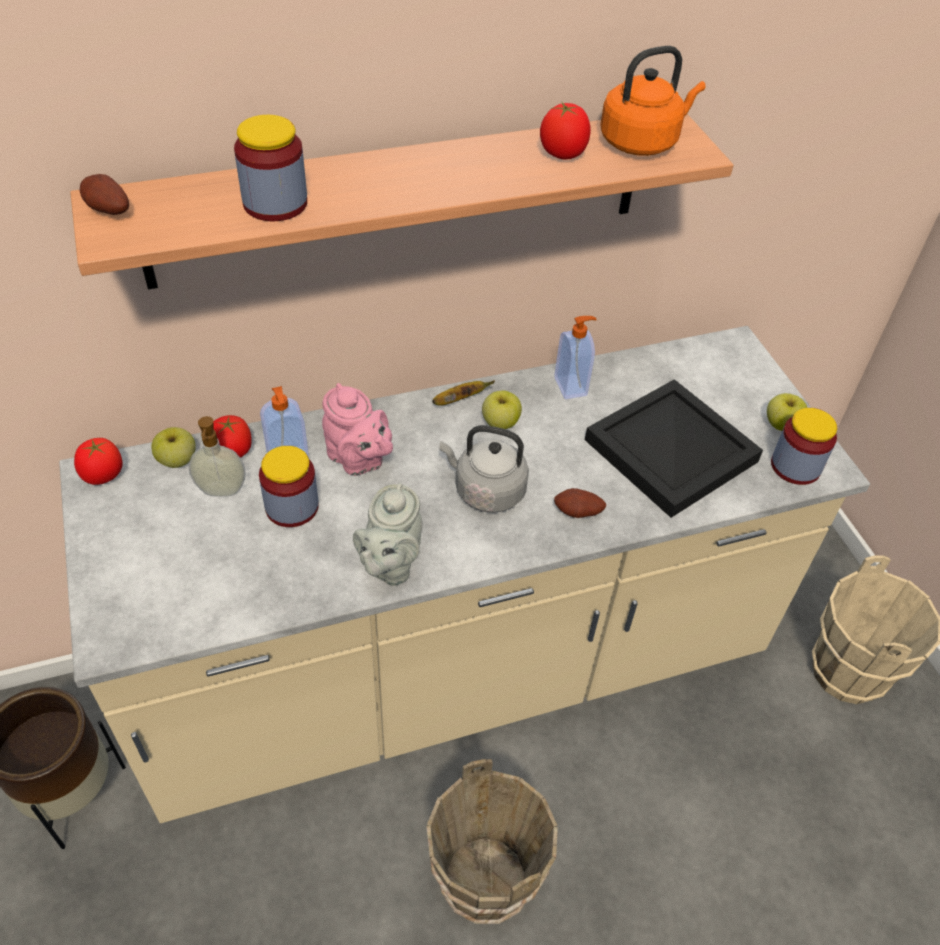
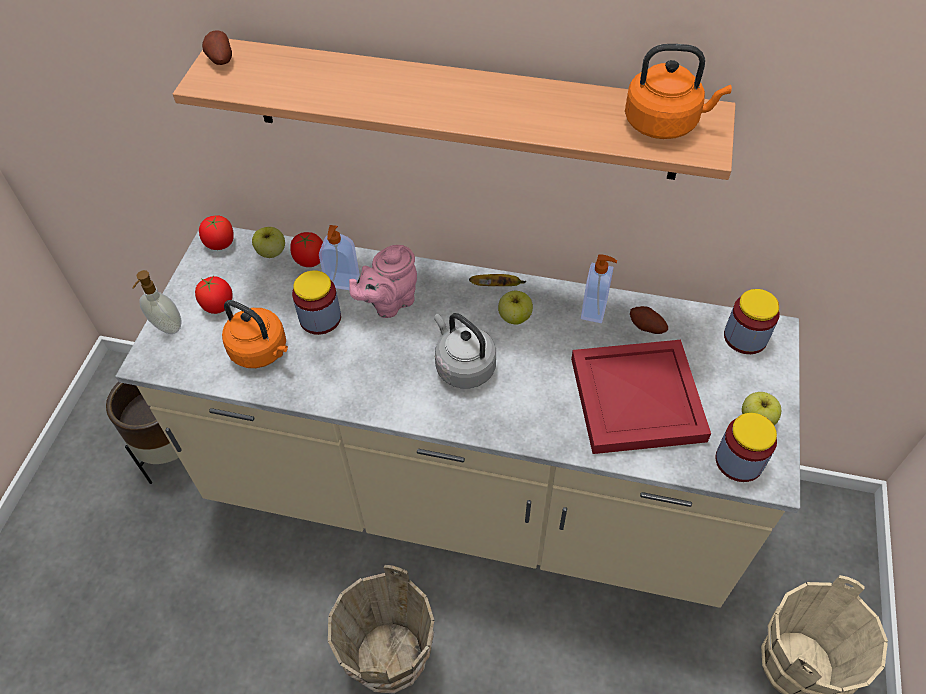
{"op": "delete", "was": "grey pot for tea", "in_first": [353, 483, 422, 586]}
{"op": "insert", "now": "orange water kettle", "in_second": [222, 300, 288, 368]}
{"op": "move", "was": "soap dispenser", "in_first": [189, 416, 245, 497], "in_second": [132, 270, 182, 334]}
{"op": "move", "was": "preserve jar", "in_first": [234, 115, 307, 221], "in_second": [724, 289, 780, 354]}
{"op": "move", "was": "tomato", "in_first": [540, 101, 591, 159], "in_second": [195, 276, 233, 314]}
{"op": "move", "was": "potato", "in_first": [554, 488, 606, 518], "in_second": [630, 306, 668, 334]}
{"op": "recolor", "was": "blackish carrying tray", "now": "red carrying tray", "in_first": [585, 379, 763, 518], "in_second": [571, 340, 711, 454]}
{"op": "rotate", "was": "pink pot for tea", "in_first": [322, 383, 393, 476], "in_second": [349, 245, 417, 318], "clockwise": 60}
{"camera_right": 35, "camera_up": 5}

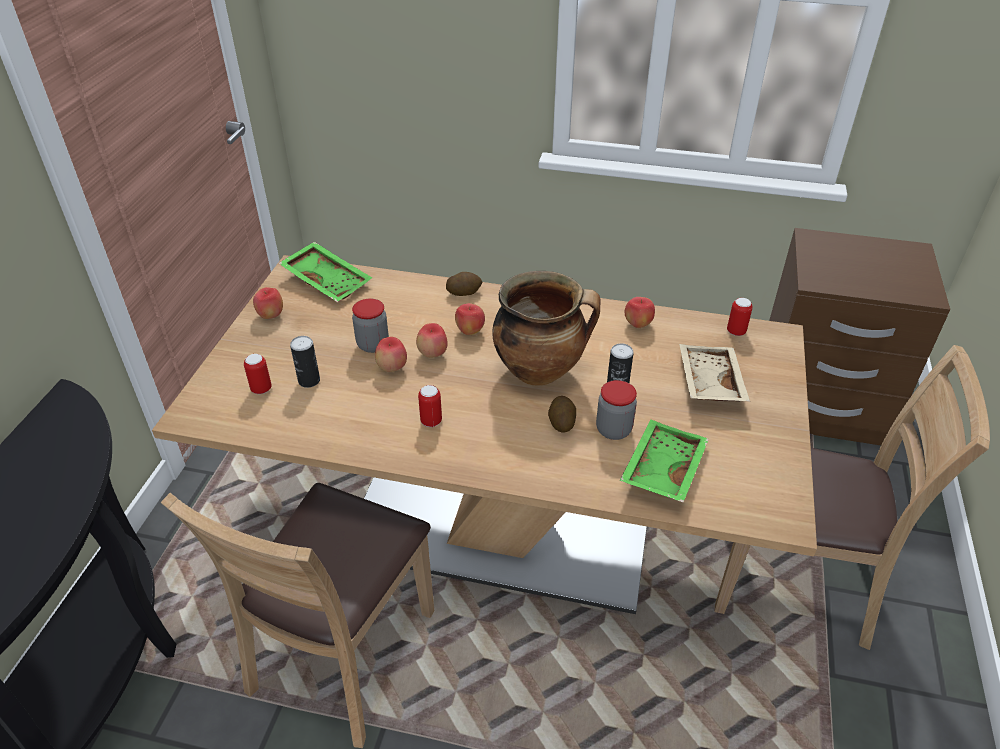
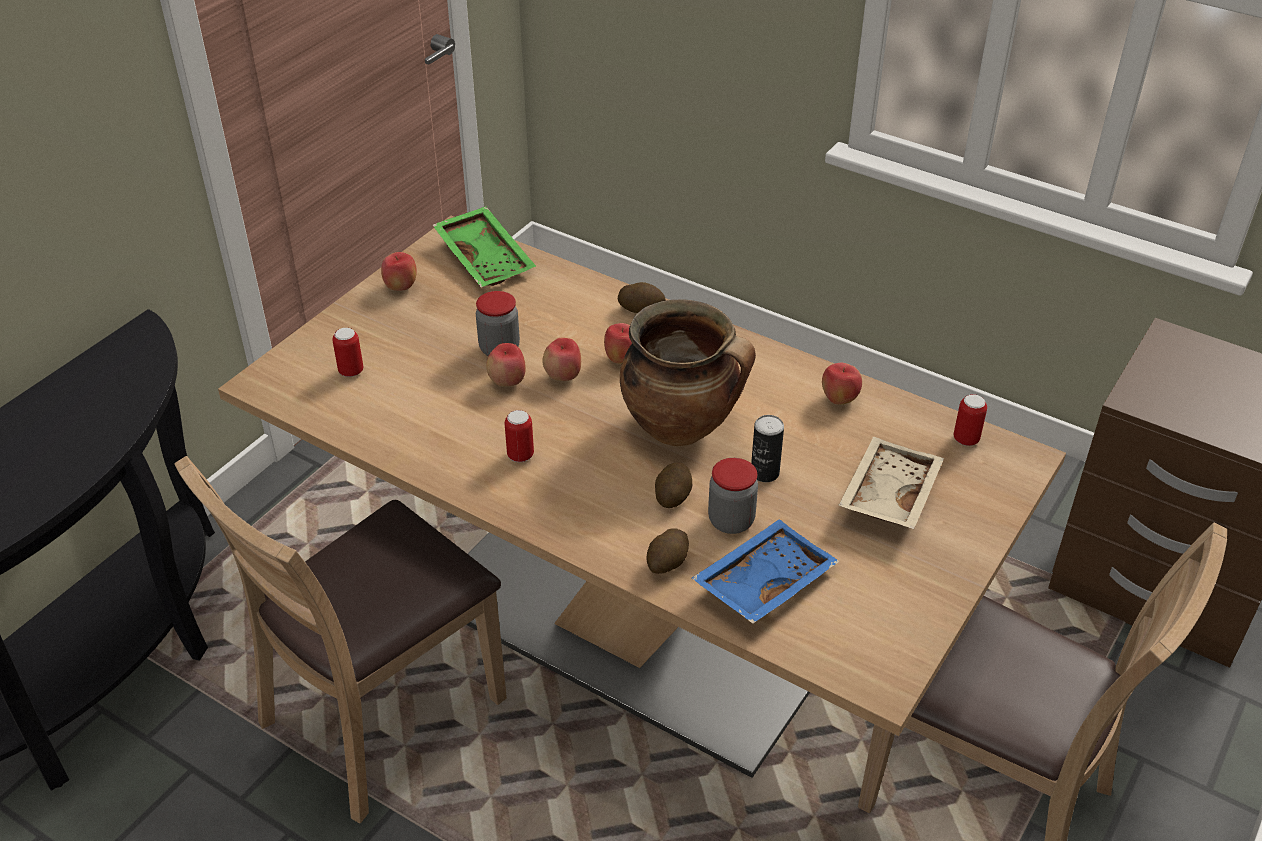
{"op": "delete", "was": "can", "in_first": [290, 336, 320, 388]}
{"op": "insert", "now": "potato", "in_second": [647, 528, 689, 574]}
{"op": "recolor", "was": "greenish carrying tray", "now": "bluish carrying tray", "in_first": [620, 420, 709, 502], "in_second": [692, 519, 840, 624]}
{"camera_right": 20, "camera_up": 0}

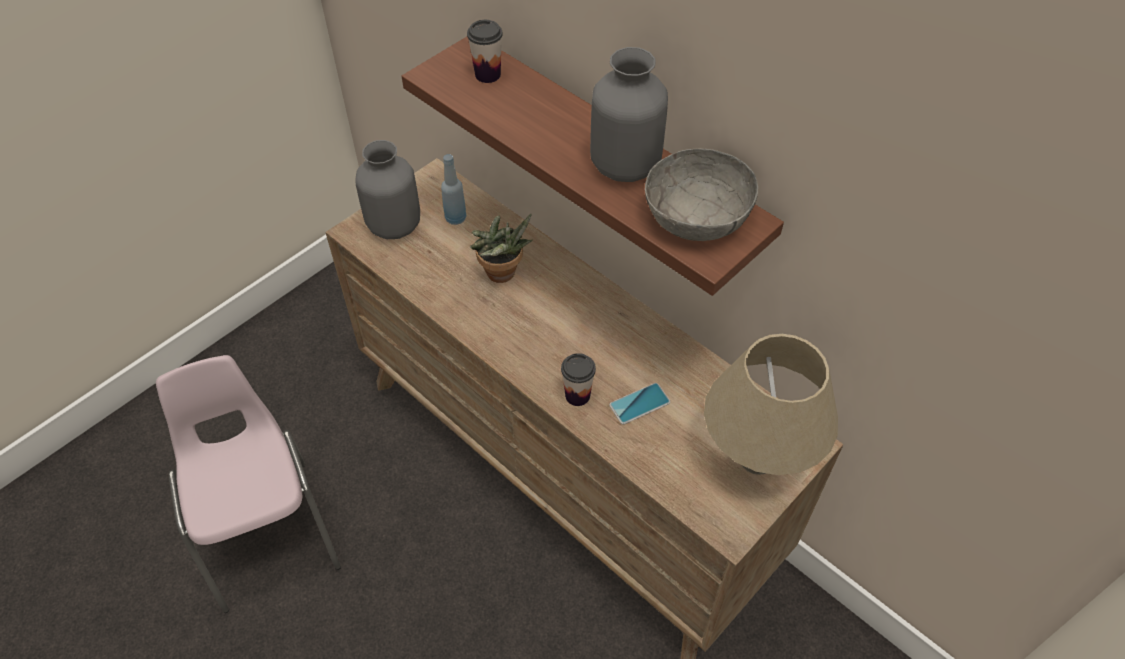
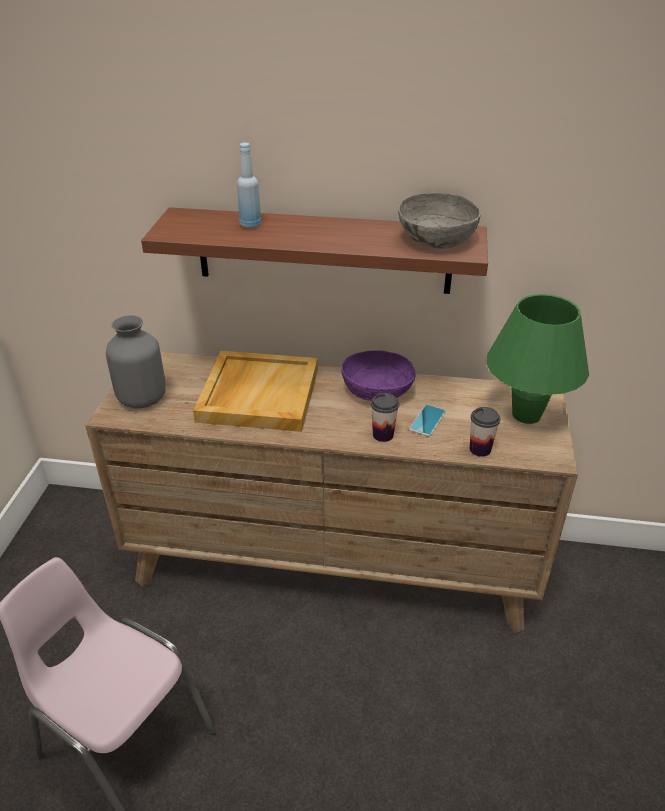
{"op": "delete", "was": "grey flower vase", "in_first": [590, 47, 668, 182]}
{"op": "insert", "now": "purplish bowl", "in_second": [341, 350, 415, 401]}
{"op": "move", "was": "bluish bottle", "in_first": [441, 154, 467, 225], "in_second": [237, 142, 261, 228]}
{"op": "move", "was": "cup", "in_first": [467, 20, 503, 83], "in_second": [470, 407, 500, 457]}
{"op": "replace", "was": "potted plant", "now": "beige-coloured carrying tray", "in_first": [470, 213, 533, 283], "in_second": [193, 351, 318, 432]}
{"op": "recolor", "was": "beige-coloured tabletop lamp", "now": "greenish tabletop lamp", "in_first": [704, 334, 838, 475], "in_second": [486, 294, 589, 424]}
{"camera_right": -35, "camera_up": -15}

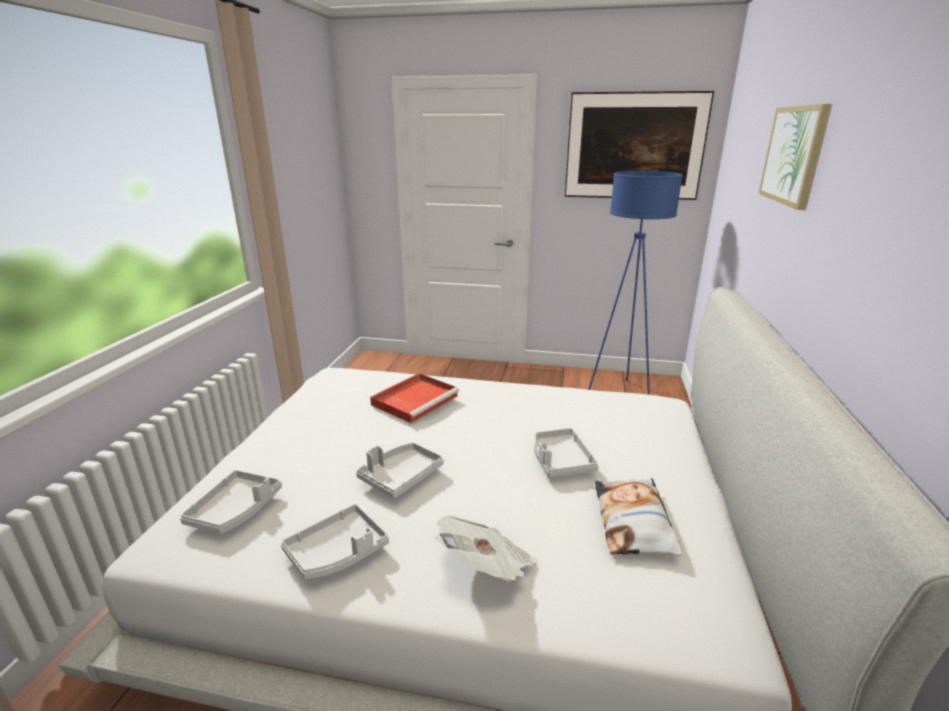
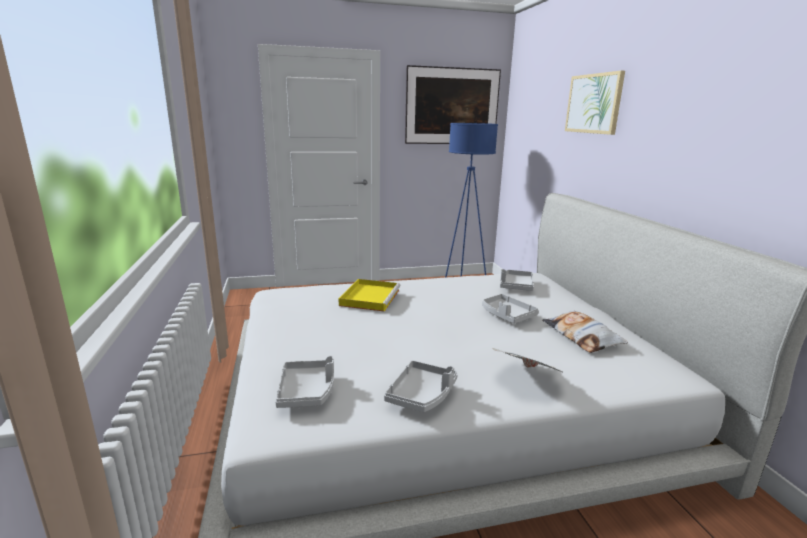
{"op": "move", "was": "grey carrying tray", "in_first": [356, 443, 444, 499], "in_second": [500, 269, 534, 291]}
{"op": "recolor", "was": "red carrying tray", "now": "yellow-coloured carrying tray", "in_first": [370, 373, 459, 423], "in_second": [339, 279, 401, 312]}
{"camera_right": -25, "camera_up": -5}

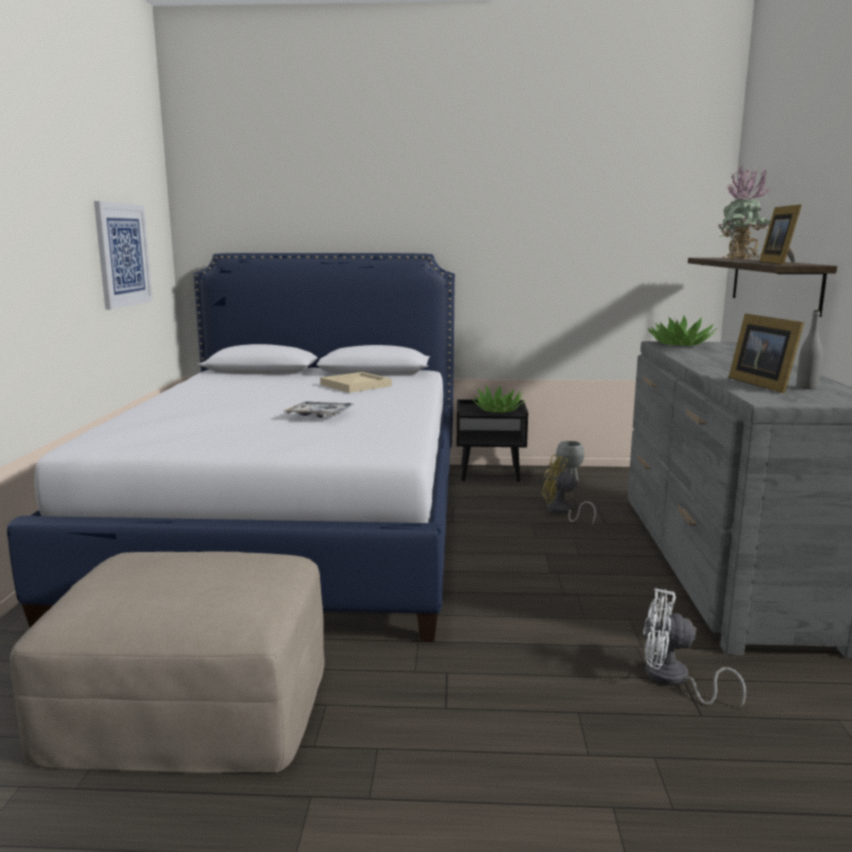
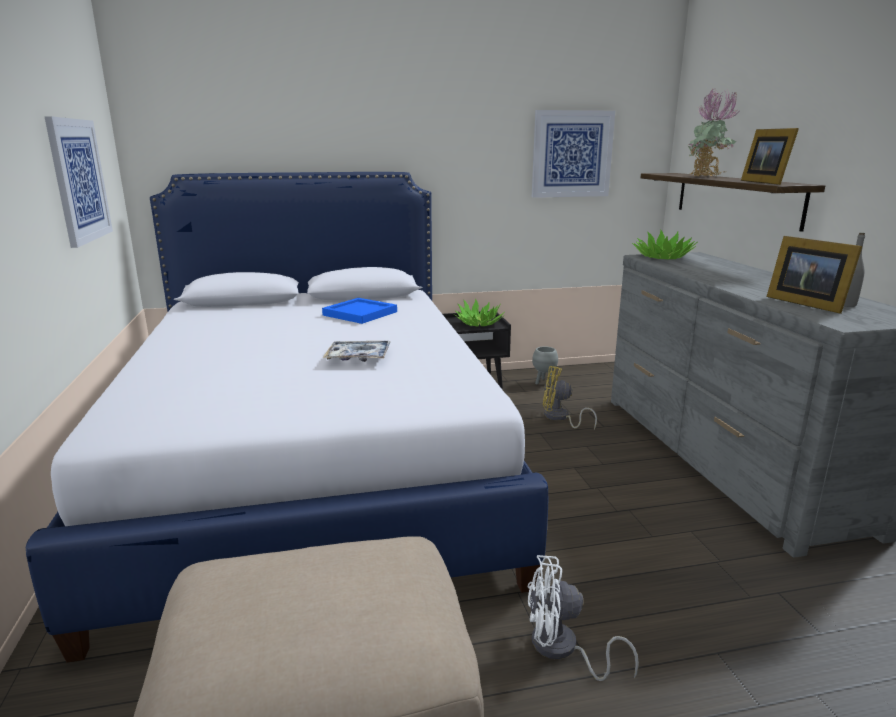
{"op": "insert", "now": "picture", "in_second": [532, 110, 615, 198]}
{"op": "move", "was": "white electric fan", "in_first": [643, 588, 746, 708], "in_second": [527, 555, 639, 681]}
{"op": "recolor", "was": "beige-coloured carrying tray", "now": "bluish carrying tray", "in_first": [320, 372, 392, 393], "in_second": [322, 298, 397, 324]}
{"camera_right": -15, "camera_up": 5}

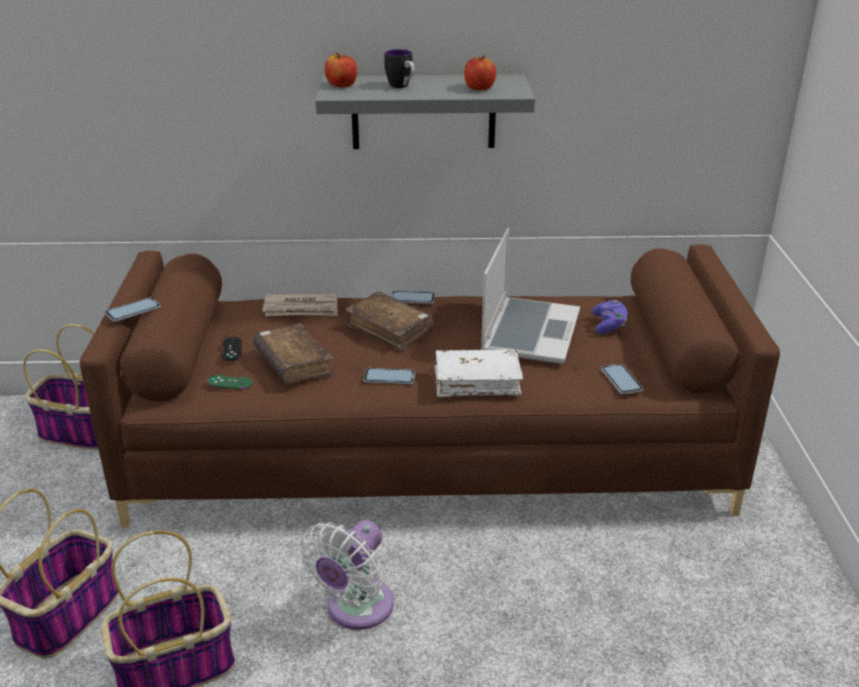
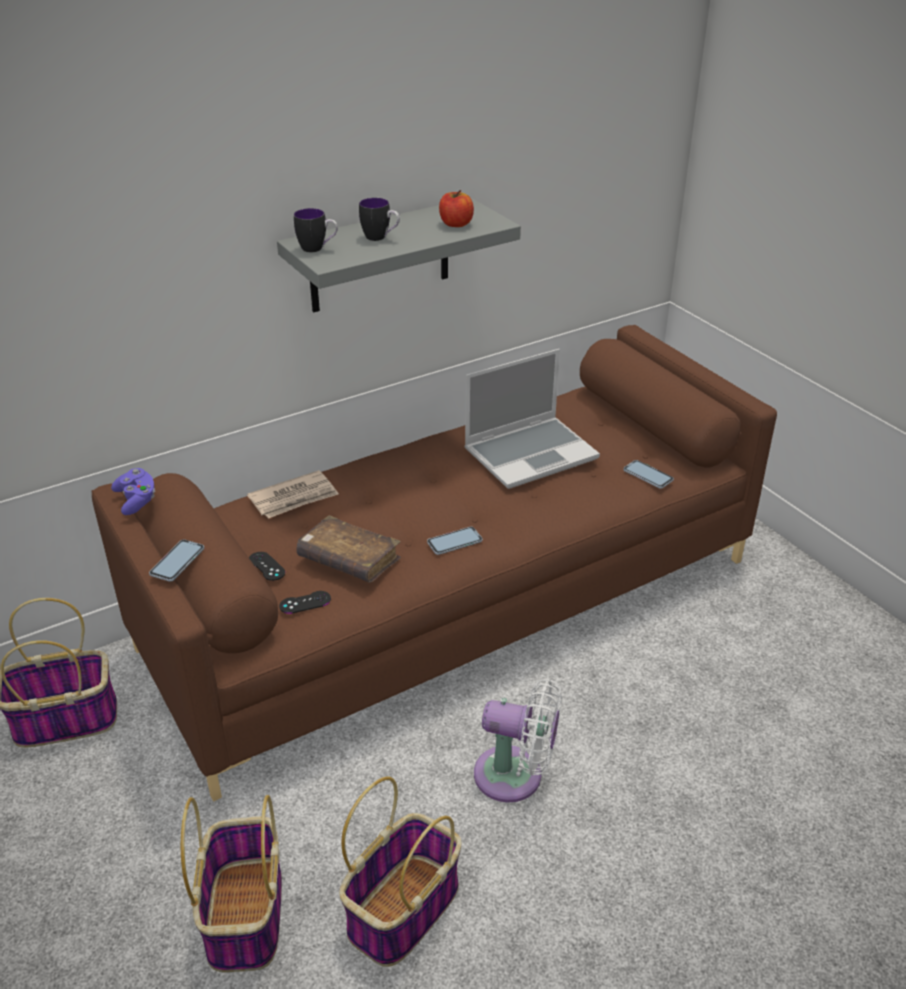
{"op": "delete", "was": "brown-coloured volume", "in_first": [345, 292, 434, 351]}
{"op": "delete", "was": "telephone", "in_first": [391, 291, 435, 304]}
{"op": "delete", "was": "white volume", "in_first": [435, 349, 523, 397]}
{"op": "move", "was": "purplish joypad", "in_first": [592, 300, 627, 334], "in_second": [111, 468, 155, 515]}
{"op": "replace", "was": "whole apple", "now": "coffee mug", "in_first": [325, 52, 357, 87], "in_second": [294, 208, 338, 252]}
{"op": "recolor", "was": "greenish joypad", "now": "blackish joypad", "in_first": [207, 375, 253, 390], "in_second": [279, 591, 331, 614]}
{"op": "rotate", "was": "white electric fan", "in_first": [298, 520, 394, 630], "in_second": [474, 679, 561, 802], "clockwise": -75}
{"op": "rotate", "was": "notebook computer", "in_first": [481, 228, 580, 364], "in_second": [464, 349, 600, 489], "clockwise": 75}
{"camera_right": -30, "camera_up": 5}

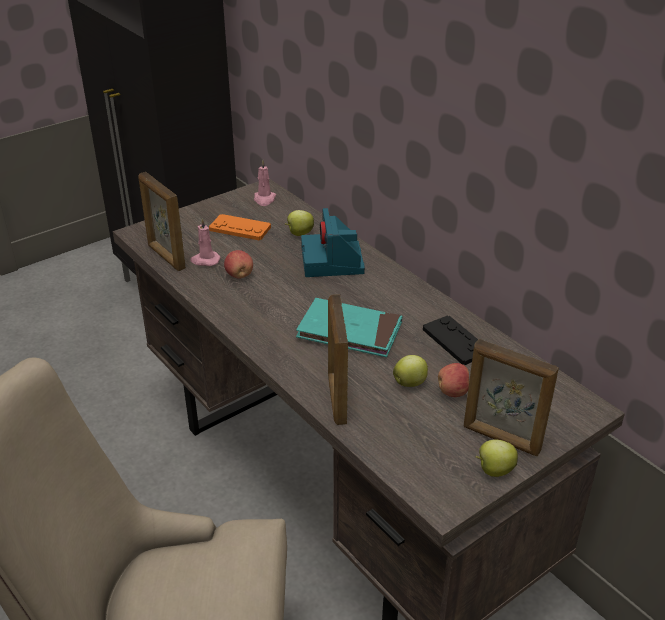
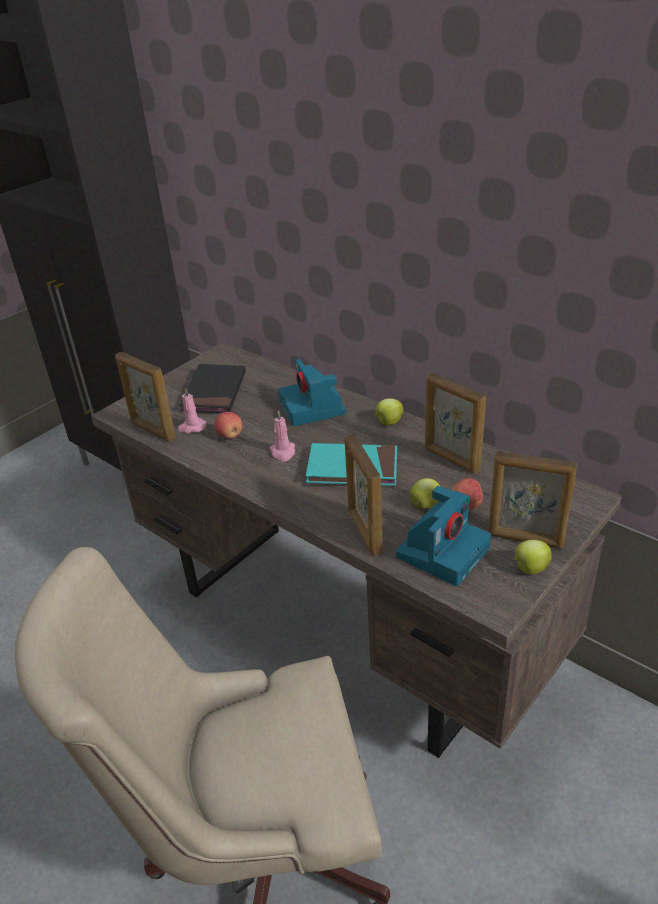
{"op": "insert", "now": "photo camera", "in_second": [396, 486, 491, 586]}
{"op": "move", "was": "pink wax light", "in_first": [254, 159, 276, 206], "in_second": [270, 410, 295, 462]}
{"op": "move", "was": "whole apple", "in_first": [285, 210, 314, 236], "in_second": [375, 398, 404, 425]}
{"op": "replace", "was": "orange joypad", "now": "blackish volume", "in_first": [209, 214, 271, 240], "in_second": [179, 364, 246, 413]}
{"op": "replace", "was": "blackish joypad", "now": "standing frame", "in_first": [423, 316, 478, 365], "in_second": [425, 373, 486, 474]}
{"camera_right": -10, "camera_up": 0}

